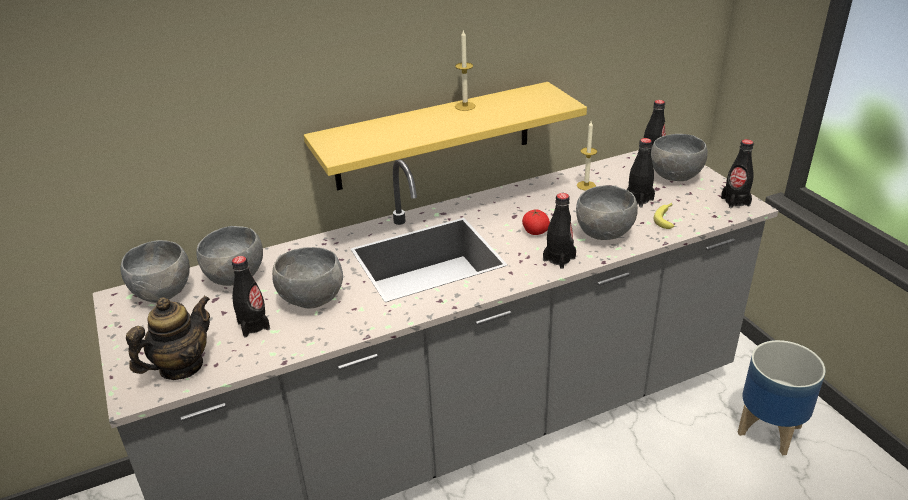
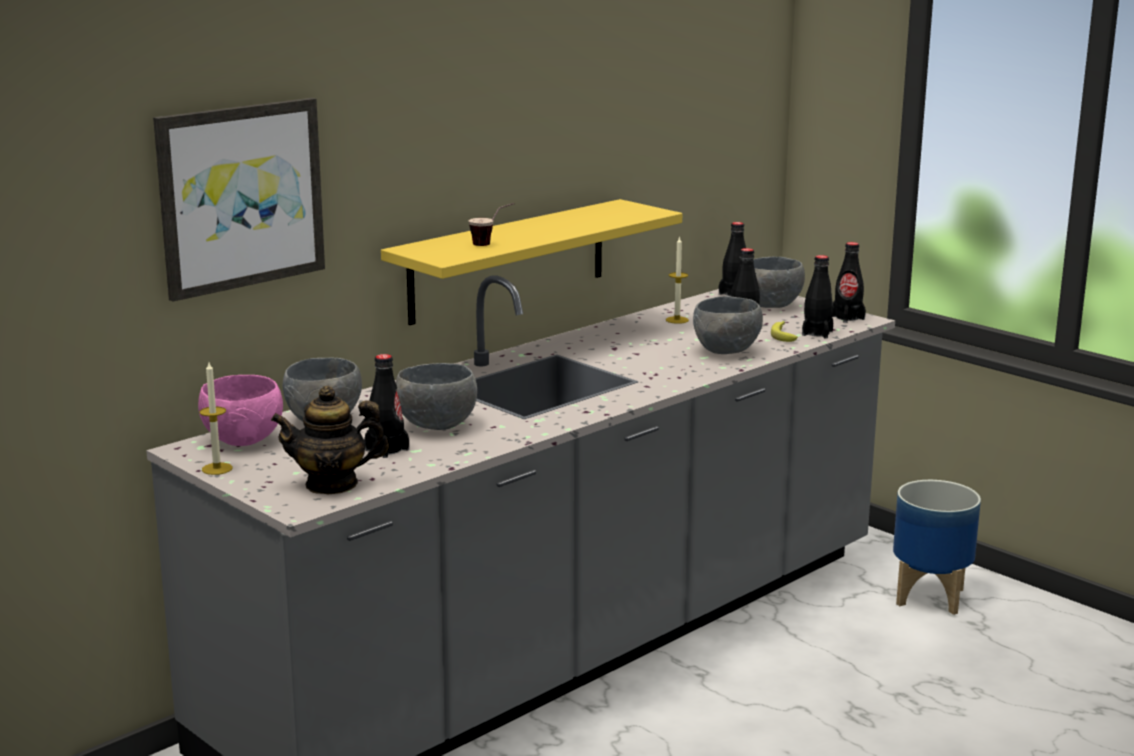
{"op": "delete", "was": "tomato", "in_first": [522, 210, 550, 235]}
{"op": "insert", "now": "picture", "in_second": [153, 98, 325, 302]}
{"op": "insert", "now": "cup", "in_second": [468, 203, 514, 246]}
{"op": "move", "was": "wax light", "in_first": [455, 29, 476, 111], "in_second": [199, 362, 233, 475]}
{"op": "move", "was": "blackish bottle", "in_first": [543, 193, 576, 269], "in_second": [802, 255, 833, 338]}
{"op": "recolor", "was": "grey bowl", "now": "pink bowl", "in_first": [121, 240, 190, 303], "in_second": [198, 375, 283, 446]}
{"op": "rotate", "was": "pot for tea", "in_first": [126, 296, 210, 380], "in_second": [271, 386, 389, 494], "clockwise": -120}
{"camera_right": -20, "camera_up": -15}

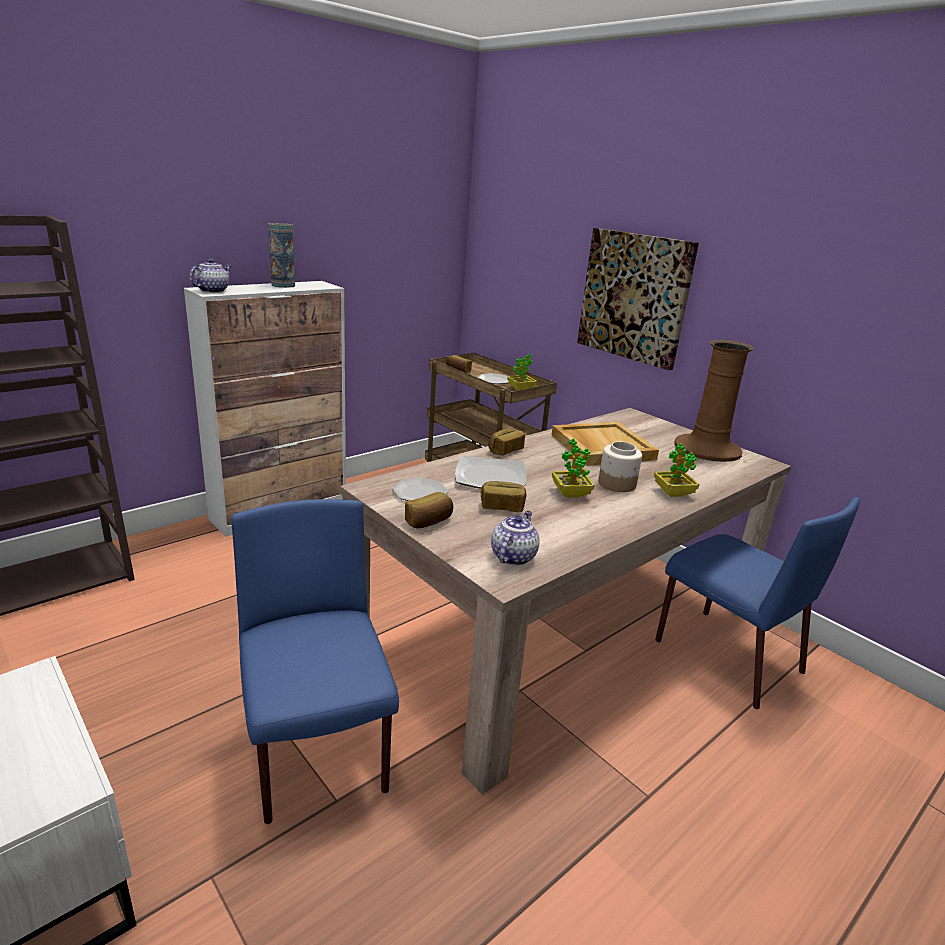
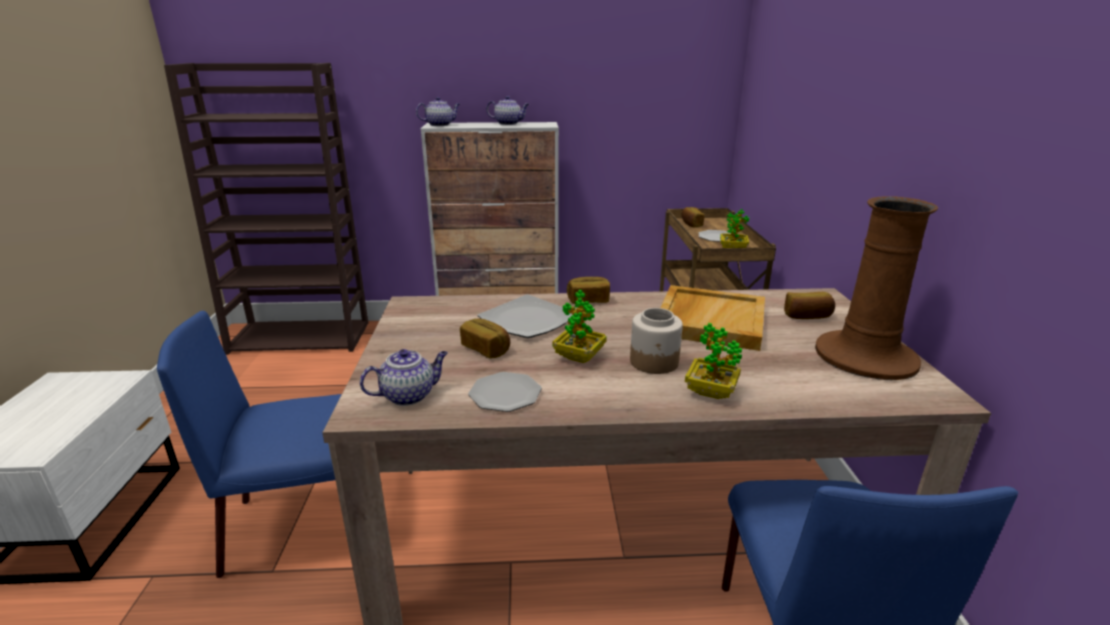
{"op": "delete", "was": "picture", "in_first": [577, 228, 699, 371]}
{"op": "move", "was": "flat dish", "in_first": [392, 478, 449, 501], "in_second": [468, 372, 542, 412]}
{"op": "move", "was": "bakery bread", "in_first": [405, 492, 453, 529], "in_second": [784, 292, 835, 319]}
{"op": "replace", "was": "flower vase", "now": "pot for tea", "in_first": [268, 223, 295, 288], "in_second": [486, 96, 529, 125]}
{"op": "rotate", "was": "bluish chair", "in_first": [231, 499, 399, 824], "in_second": [157, 311, 342, 578], "clockwise": -120}
{"camera_right": 40, "camera_up": 0}

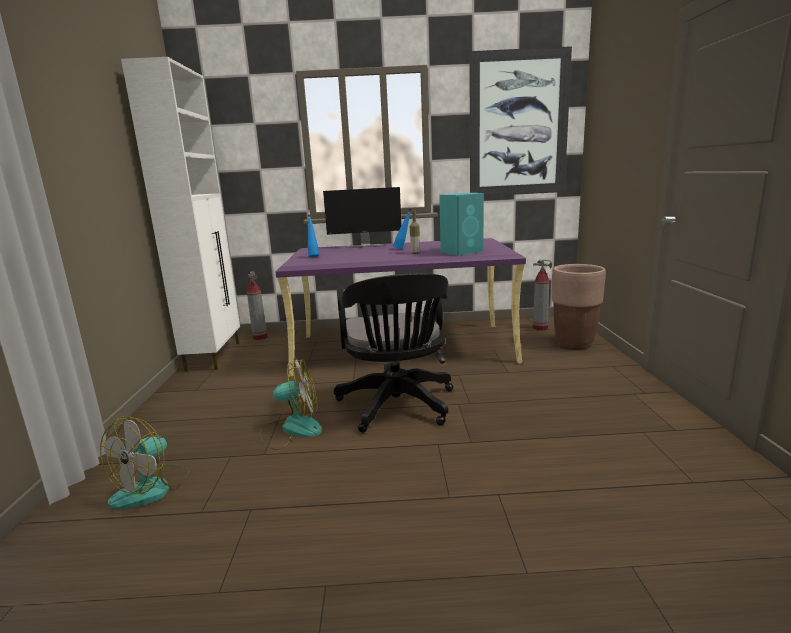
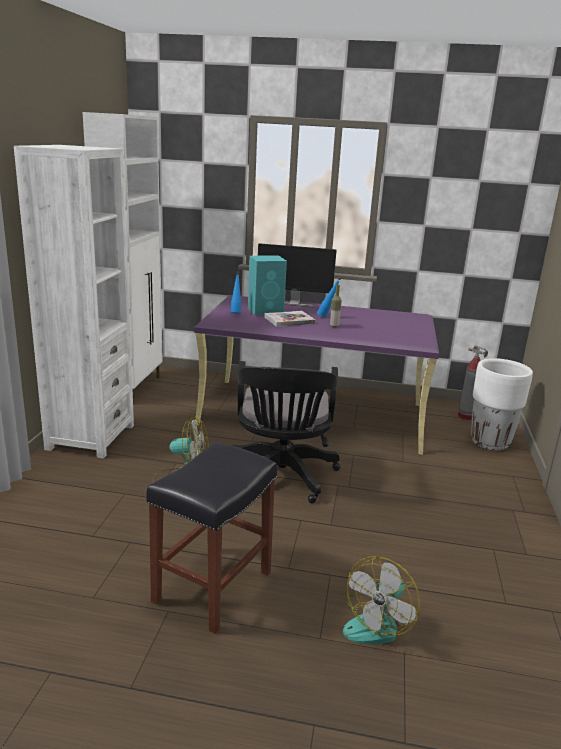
{"op": "delete", "was": "fire-fighting cylinder", "in_first": [247, 271, 268, 340]}
{"op": "delete", "was": "picture", "in_first": [469, 46, 572, 196]}
{"op": "insert", "now": "white bookcase", "in_second": [14, 145, 134, 459]}
{"op": "insert", "now": "blackish sitting stool", "in_second": [146, 442, 277, 634]}
{"op": "insert", "now": "volume", "in_second": [264, 311, 316, 327]}
{"op": "move", "was": "electric fan", "in_first": [100, 416, 190, 509], "in_second": [343, 556, 420, 645]}
{"op": "move", "was": "blue-green audio speaker", "in_first": [439, 193, 484, 256], "in_second": [248, 255, 287, 315]}
{"op": "recolor", "was": "brown-coloured flower pot", "now": "white flower pot", "in_first": [552, 264, 606, 350], "in_second": [471, 358, 533, 451]}
{"camera_right": 10, "camera_up": 5}

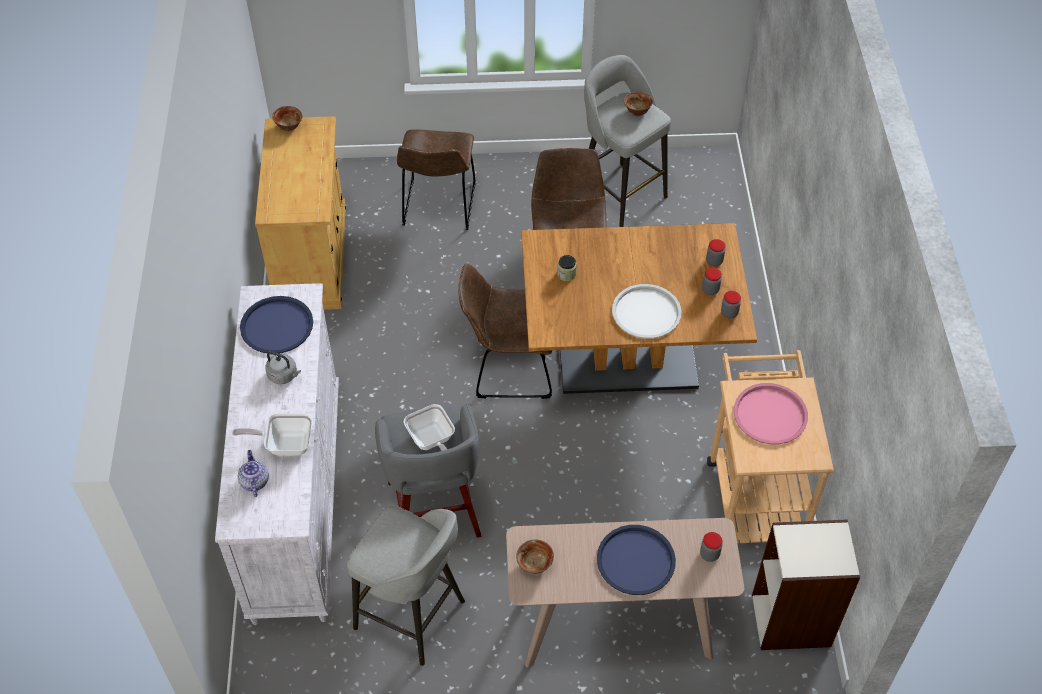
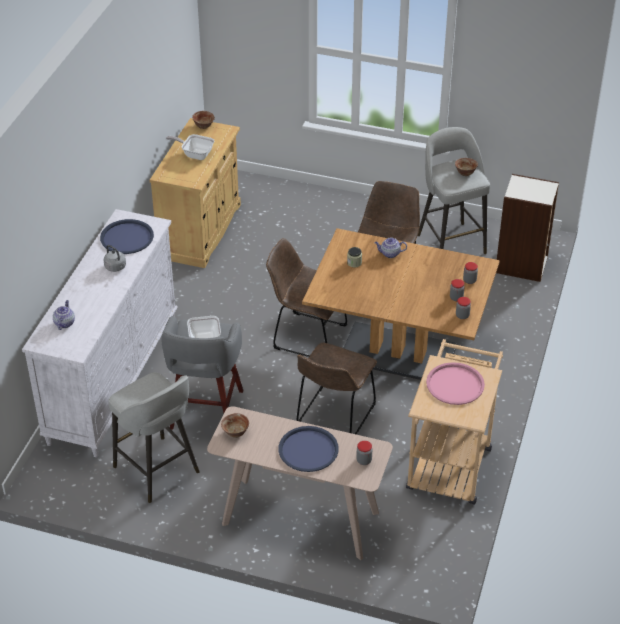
{"op": "delete", "was": "white carrying tray", "in_first": [612, 284, 681, 339]}
{"op": "insert", "now": "pot for tea", "in_second": [375, 238, 407, 258]}
{"op": "move", "was": "pan", "in_first": [232, 413, 312, 455], "in_second": [166, 134, 214, 160]}
{"op": "move", "was": "brown-coloured chair", "in_first": [397, 130, 476, 230], "in_second": [296, 343, 377, 435]}
{"op": "move", "was": "bookcase", "in_first": [752, 520, 860, 650], "in_second": [496, 174, 559, 282]}
{"camera_right": 20, "camera_up": -10}

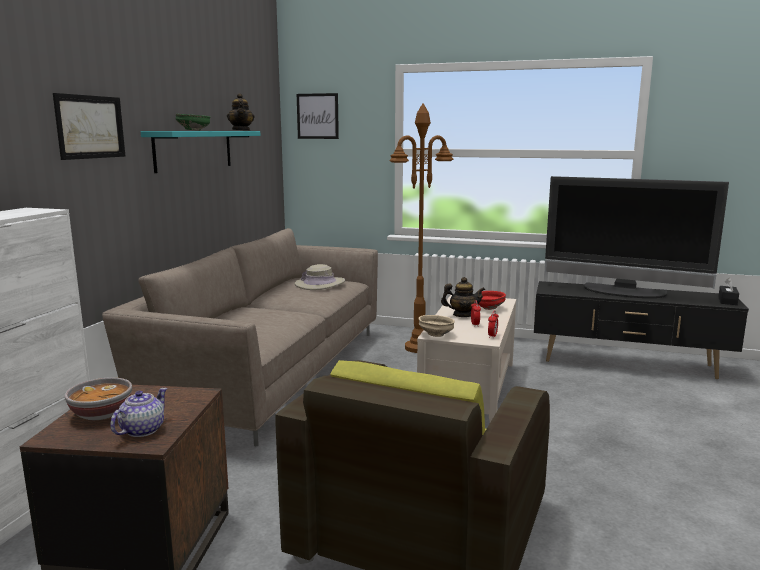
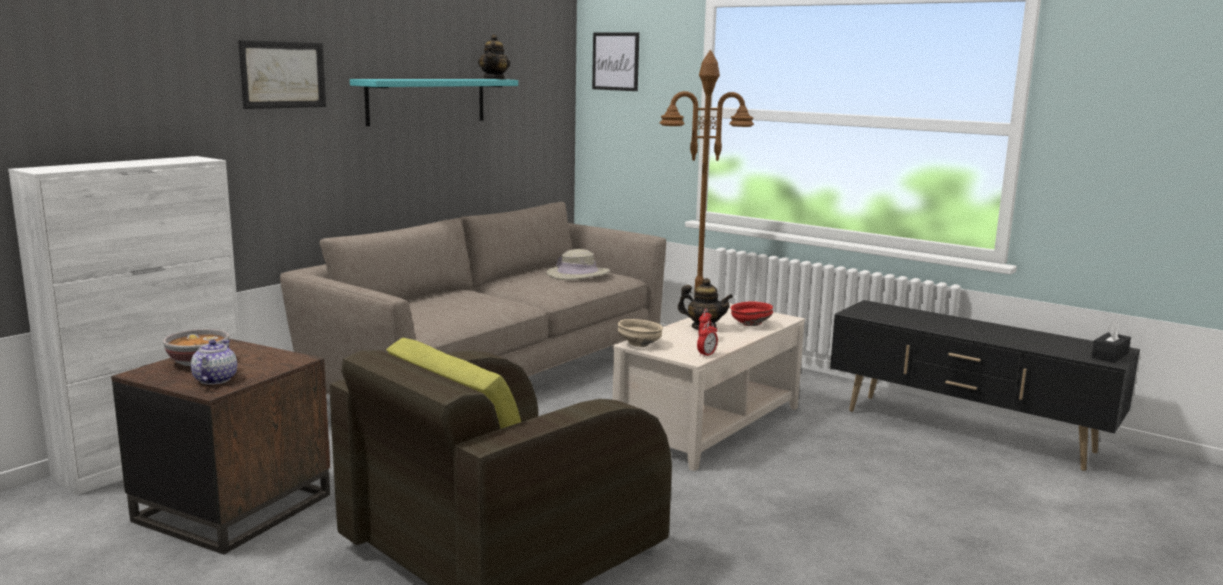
{"op": "delete", "was": "greenish bowl", "in_first": [176, 114, 211, 131]}
{"op": "delete", "was": "television", "in_first": [545, 176, 729, 298]}
{"op": "rotate", "was": "pot for tea", "in_first": [110, 388, 167, 437], "in_second": [191, 340, 237, 384], "clockwise": -45}
{"camera_right": 20, "camera_up": 0}

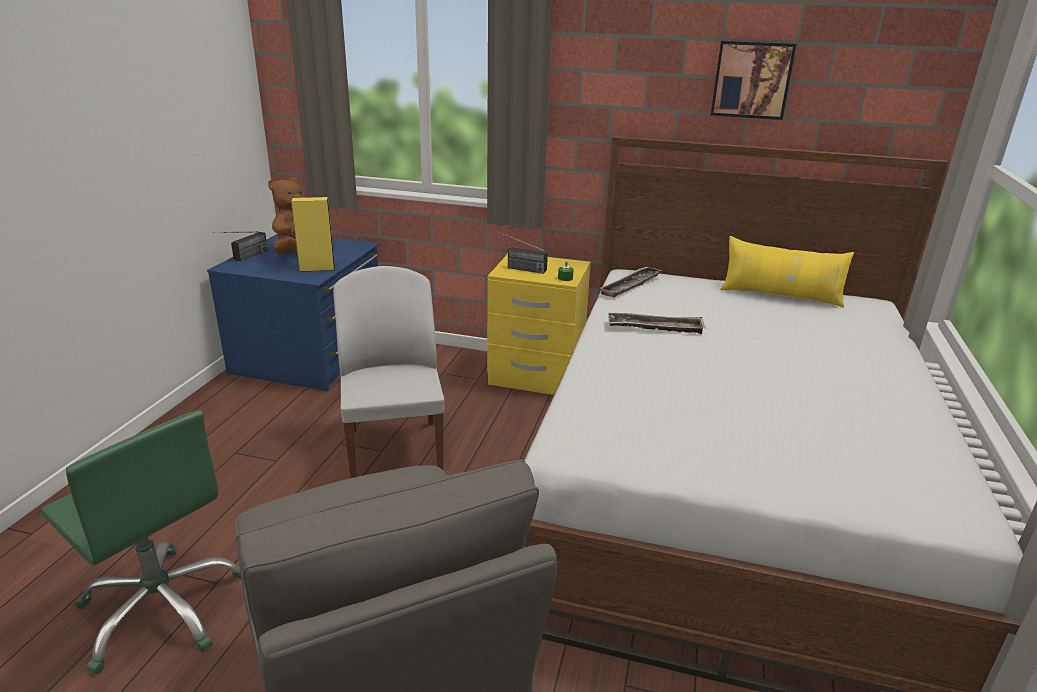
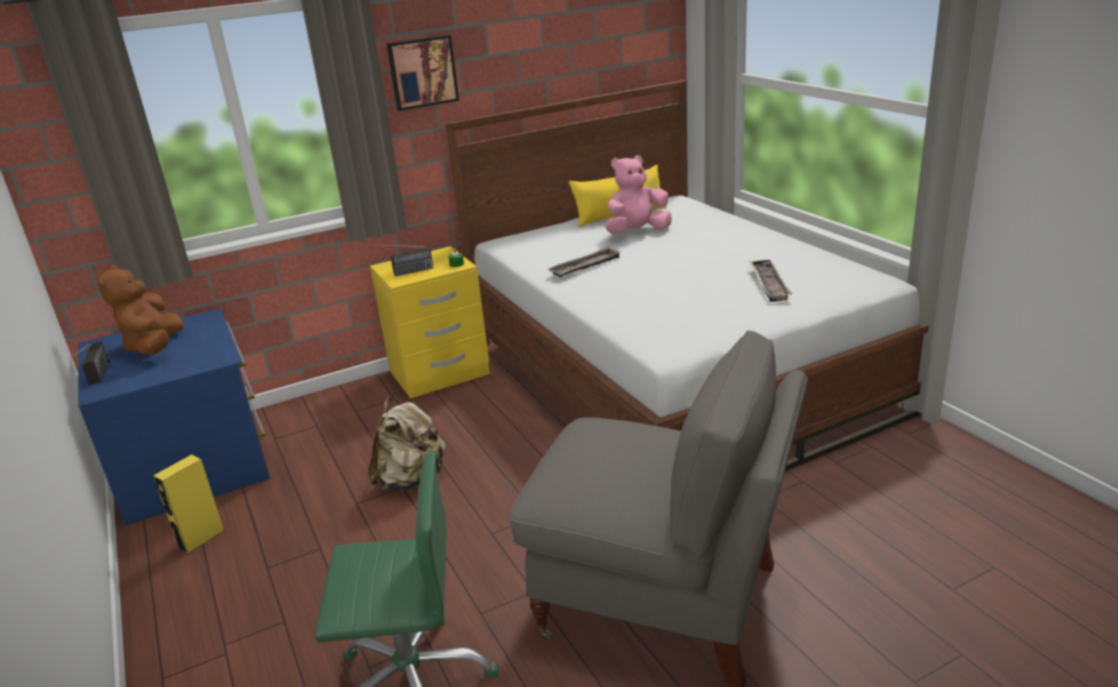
{"op": "insert", "now": "pink soft toy", "in_second": [605, 155, 672, 233]}
{"op": "move", "was": "yellow-coloured audio speaker", "in_first": [291, 197, 335, 272], "in_second": [153, 454, 225, 555]}
{"op": "move", "was": "carrying tray", "in_first": [599, 266, 663, 297], "in_second": [749, 259, 792, 302]}
{"op": "move", "was": "picture", "in_first": [711, 41, 796, 120], "in_second": [386, 35, 459, 111]}
{"op": "replace", "was": "white chair", "now": "beige-coloured backpack", "in_first": [333, 266, 445, 478], "in_second": [368, 397, 446, 491]}
{"camera_right": -40, "camera_up": 0}

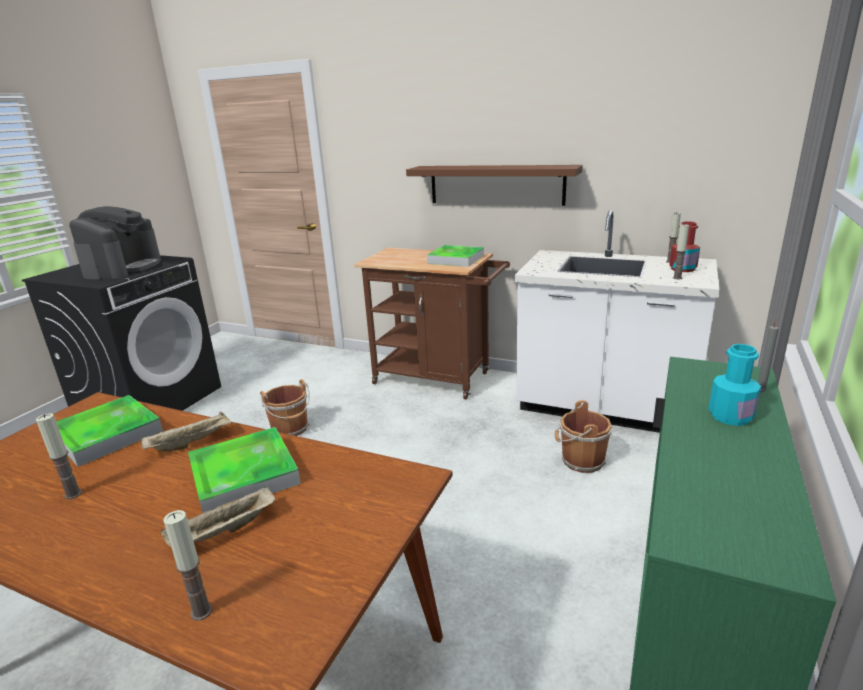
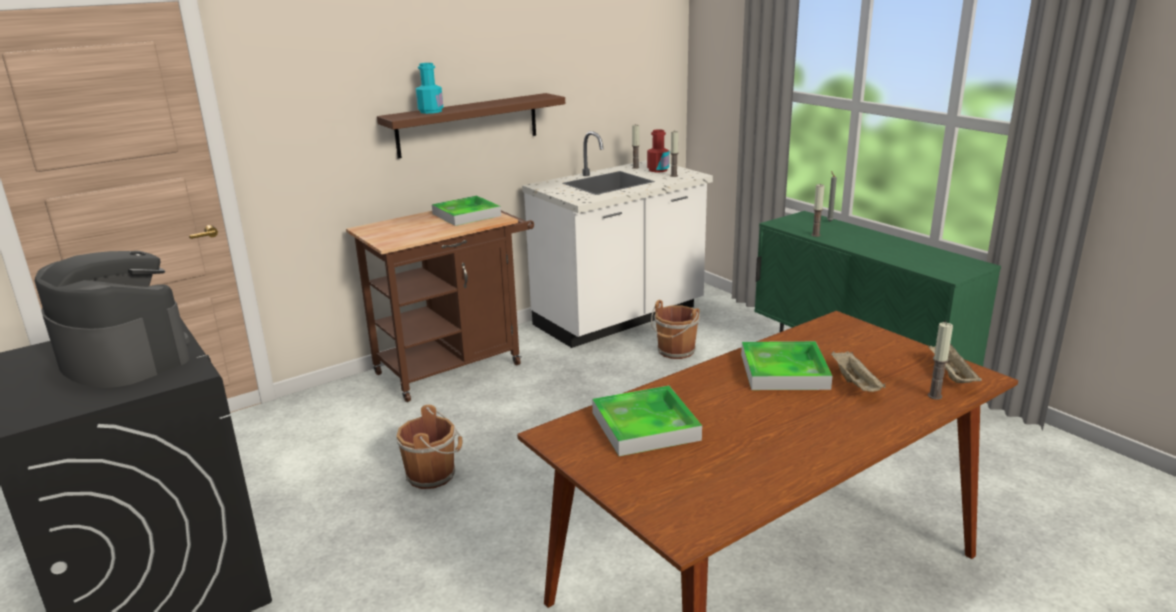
{"op": "move", "was": "wax light", "in_first": [36, 413, 82, 499], "in_second": [811, 184, 825, 237]}
{"op": "move", "was": "beige-coloured carrying tray", "in_first": [141, 412, 232, 451], "in_second": [928, 343, 982, 383]}
{"op": "move", "was": "blue-green bottle", "in_first": [708, 344, 761, 426], "in_second": [416, 63, 443, 114]}
{"camera_right": -60, "camera_up": 0}

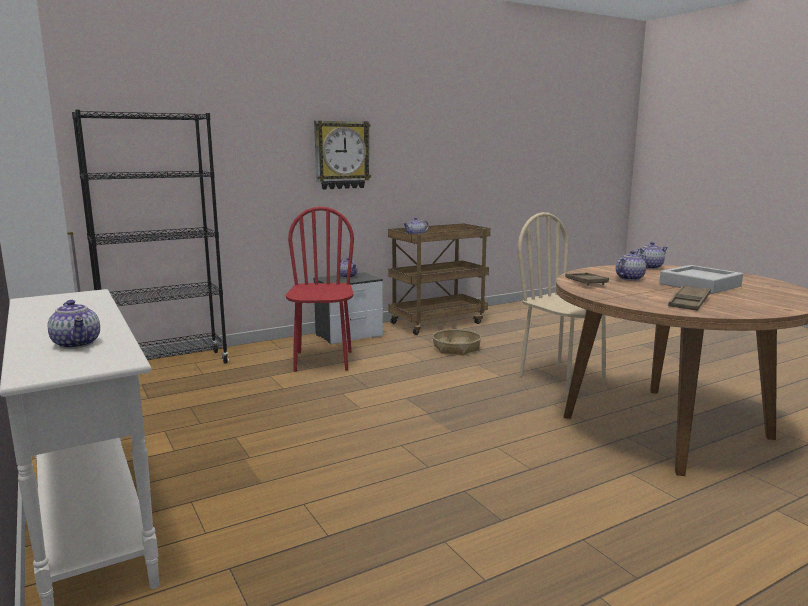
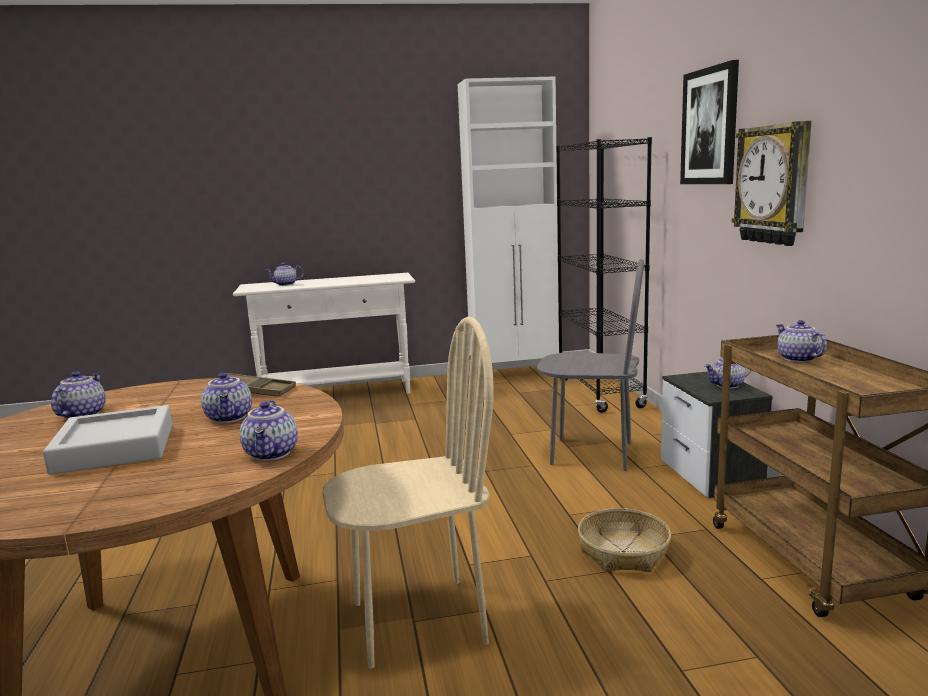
{"op": "insert", "now": "picture", "in_second": [680, 60, 739, 184]}
{"op": "replace", "was": "brown-coloured carrying tray", "now": "pot for tea", "in_first": [668, 285, 711, 311], "in_second": [51, 371, 106, 420]}
{"op": "recolor", "was": "red chair", "now": "grey chair", "in_first": [286, 206, 354, 372], "in_second": [537, 259, 644, 471]}
{"camera_right": 110, "camera_up": 0}

